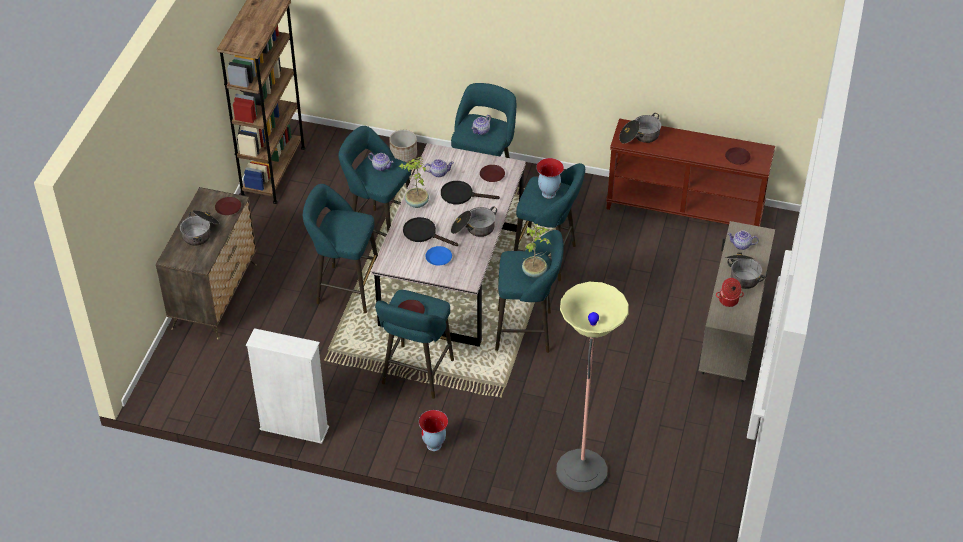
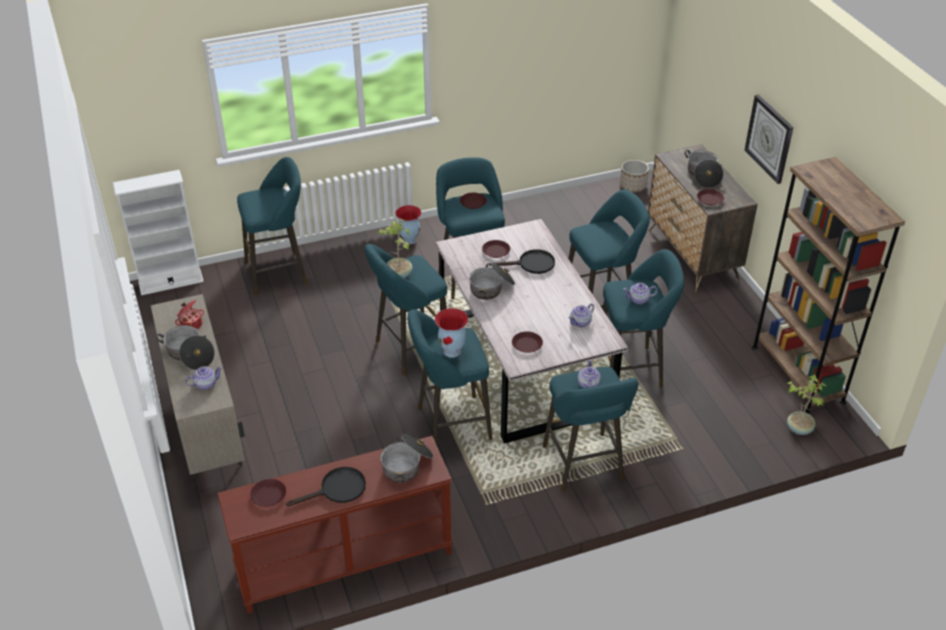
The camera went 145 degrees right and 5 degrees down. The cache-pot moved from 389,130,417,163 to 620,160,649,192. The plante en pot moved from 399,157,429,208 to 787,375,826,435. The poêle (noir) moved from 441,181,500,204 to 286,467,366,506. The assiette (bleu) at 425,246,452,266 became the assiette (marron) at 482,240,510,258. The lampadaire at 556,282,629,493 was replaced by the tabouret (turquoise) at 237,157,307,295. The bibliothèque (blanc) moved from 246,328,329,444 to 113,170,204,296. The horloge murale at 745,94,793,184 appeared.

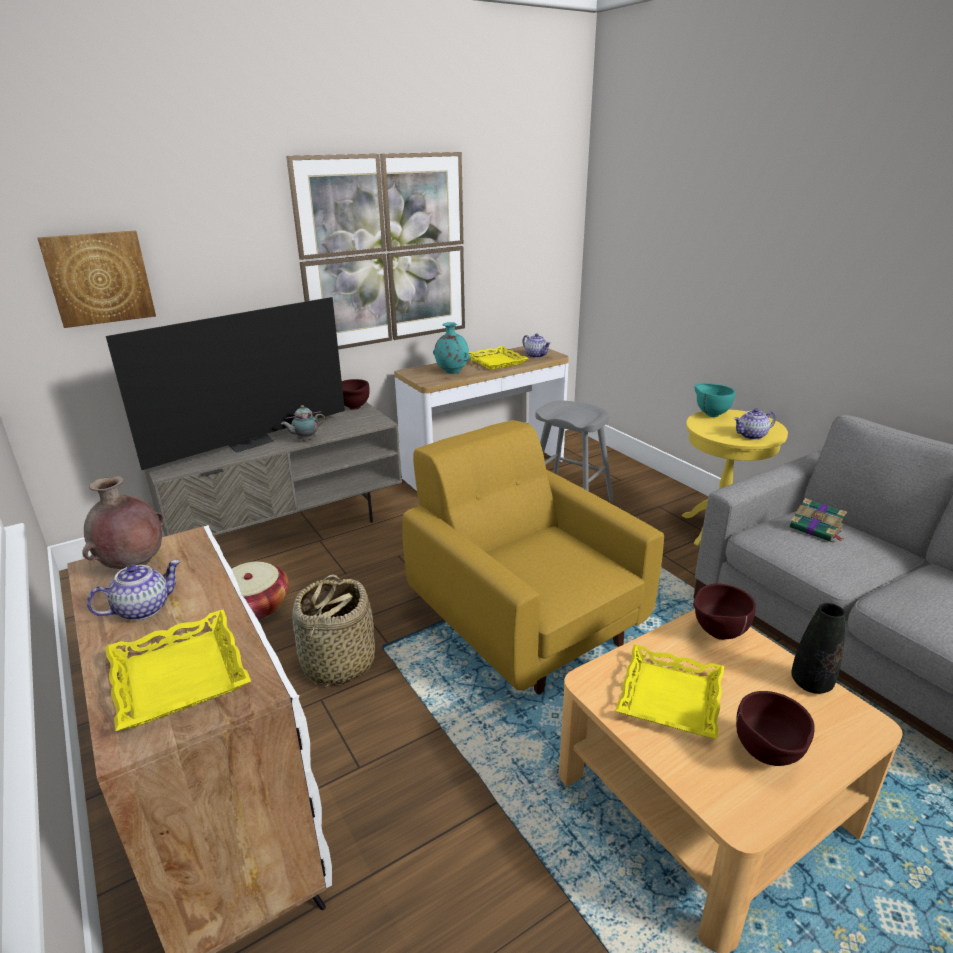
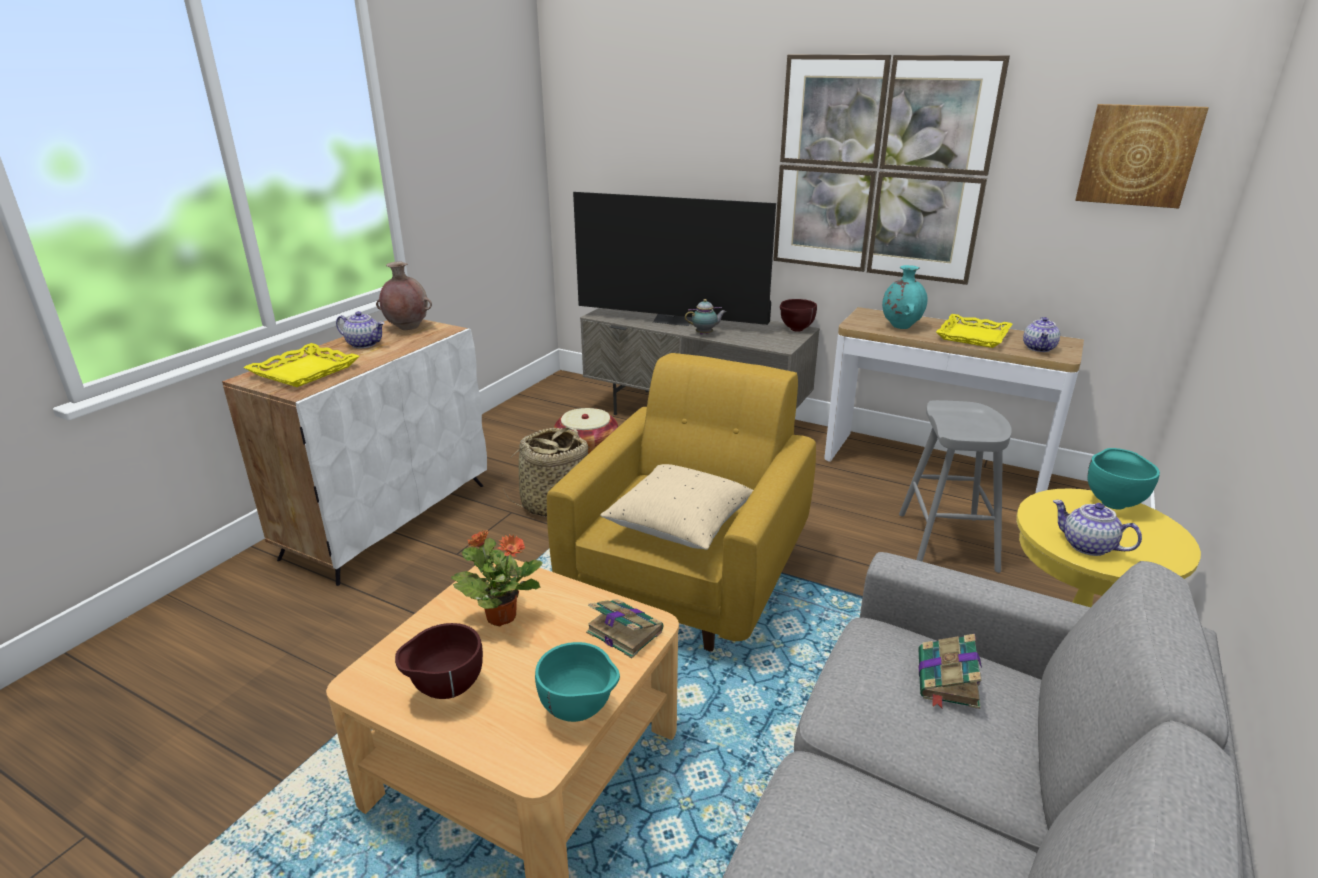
The camera went 60 degrees right and 0 degrees up. The tableau moved from 37,231,156,328 to 1075,104,1209,208. The théière at 281,405,325,441 turned 135 degrees clockwise. The bol (marron) at 693,584,756,640 was replaced by the livre at 586,599,663,658. The vase (noir) at 791,603,845,694 was replaced by the bol (turquoise) at 535,642,620,722. The plateau (jaune) at 615,645,724,739 was replaced by the plante en pot at 451,530,543,626. The coussin (beige) at 600,464,753,550 appeared.

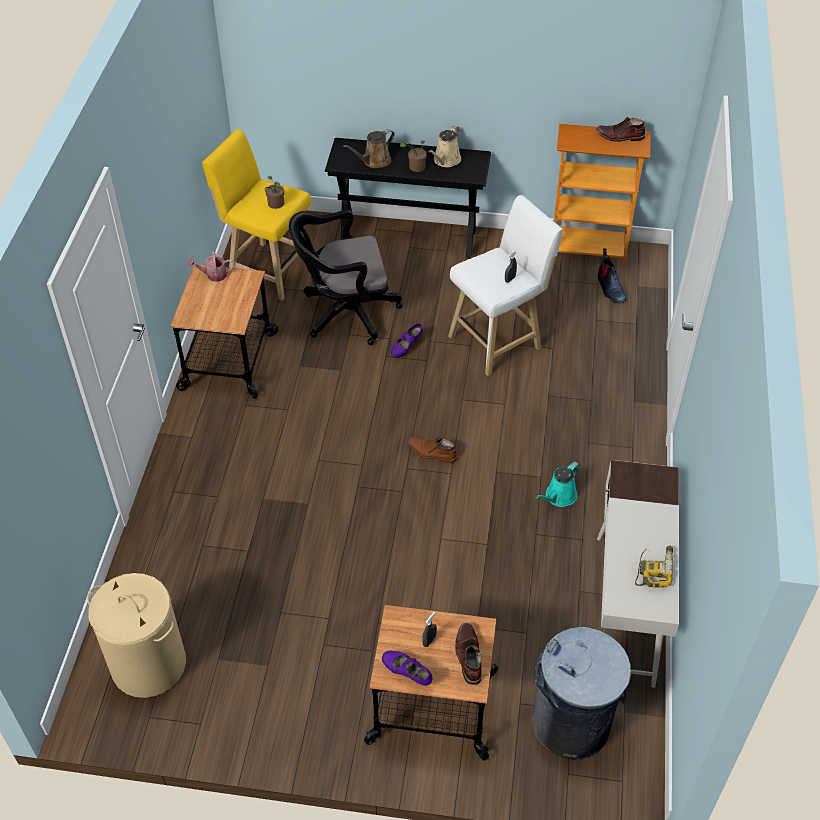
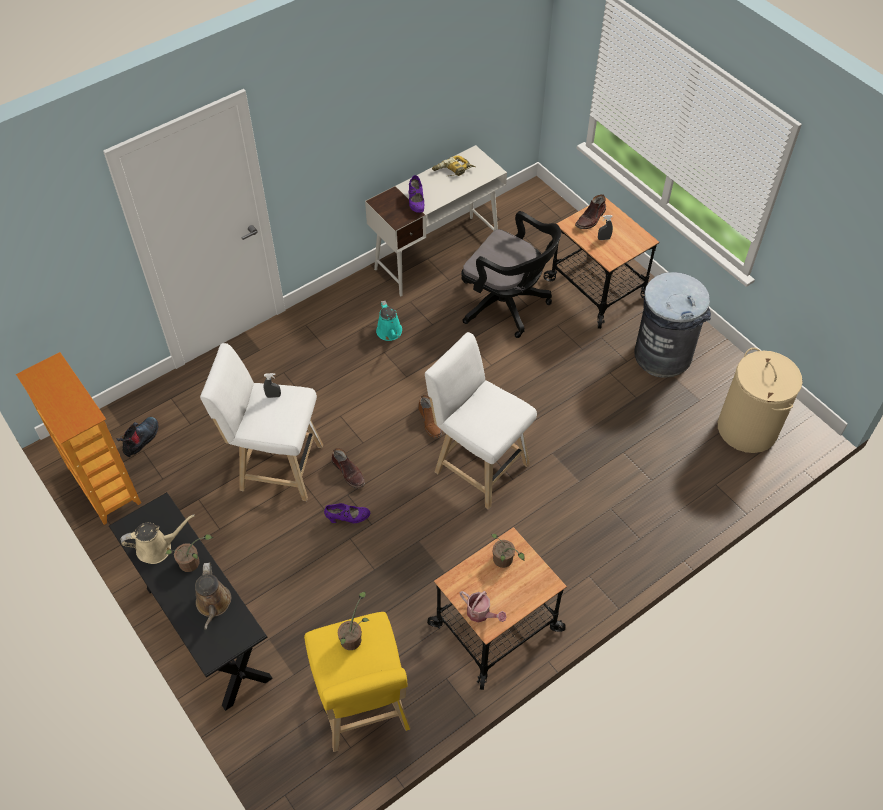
The camera went 135 degrees left and 5 degrees up. The botte (marron) moved from 596,117,645,142 to 332,448,365,489. The arrosoir (marron) at 343,129,395,168 turned 75 degrees clockwise. The chaise de bureau (noir) moved from 289,210,403,345 to 461,211,561,338. The arrosoir (turquoise) at 536,462,580,507 turned 75 degrees clockwise. The poubelle (gris) moved from 532,627,631,760 to 634,272,711,378. The chaussure (violet) moved from 382,651,432,686 to 408,175,425,213. The tabouret (blanc) at 425,332,537,510 appeared. The plante en pot at 491,534,525,568 appeared.

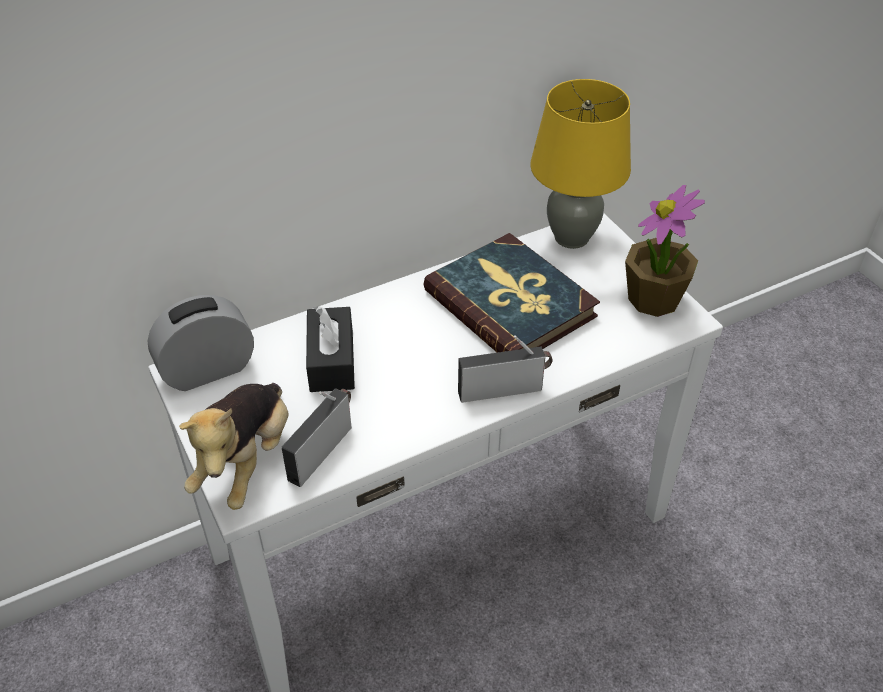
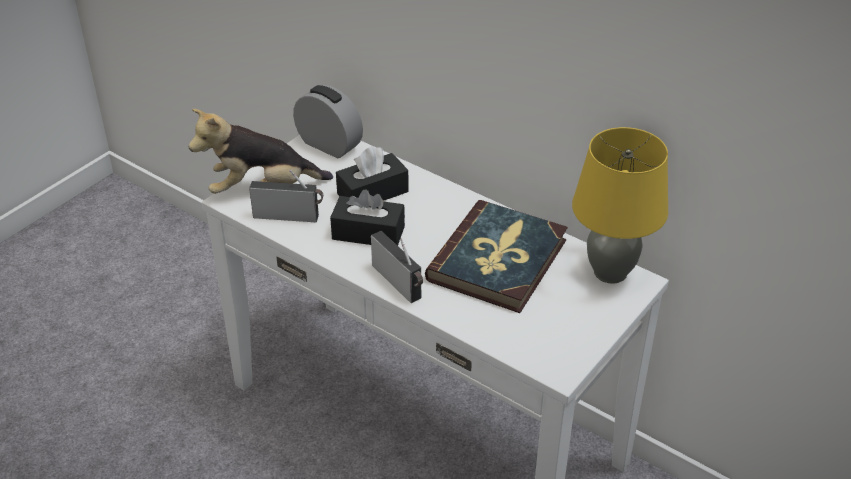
The camera went 65 degrees right and 5 degrees down. The plante en pot at 625,185,705,317 disappeared. The boîte à mouchoirs (noir) at 330,189,405,246 appeared.

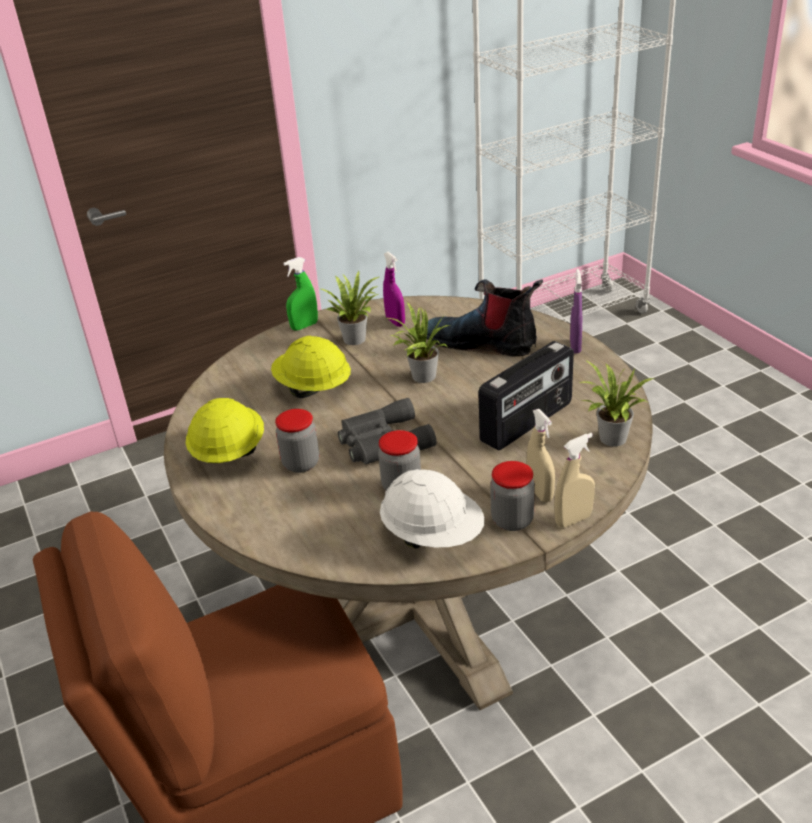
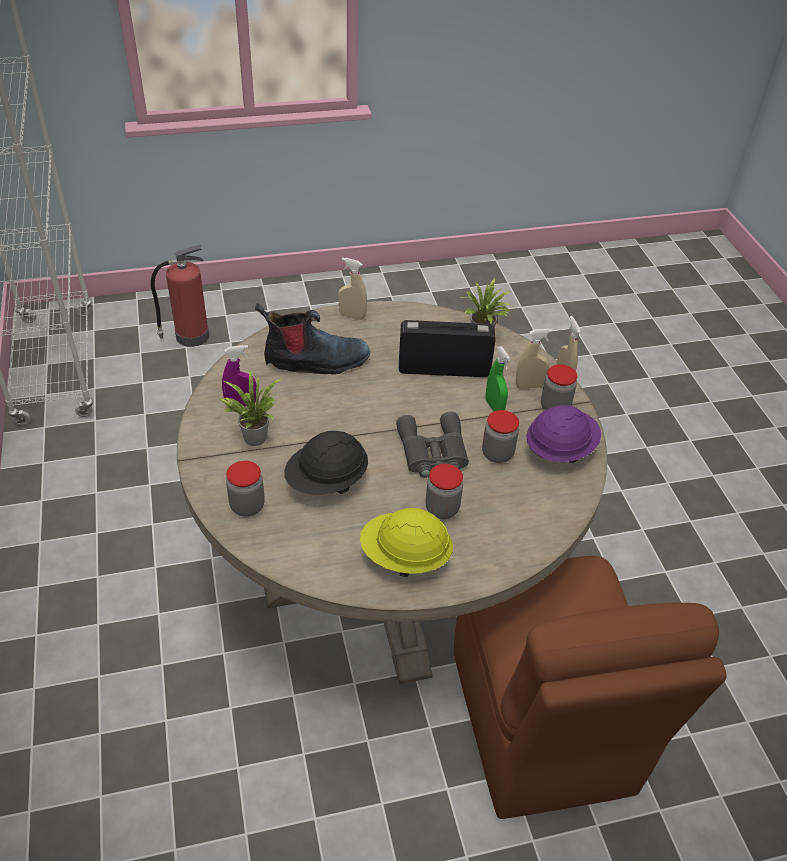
The camera went 80 degrees left and 10 degrees up. The vaporisateur (vert) moved from 283,257,318,331 to 486,346,511,412. The vaporisateur (violet) at 570,269,582,353 became the vaporisateur (beige) at 338,257,367,320. The botte at 427,279,543,356 turned 135 degrees counterclockwise. The plante en pot at 388,302,450,383 disappeared. The casque de chantier (jaune) at 271,336,351,398 became the casque de chantier (noir) at 284,431,368,495. The radio at 478,341,574,450 turned 60 degrees counterclockwise. The casque de chantier (blanc) at 380,469,485,549 became the casque de chantier (violet) at 526,405,601,463. The extincteur at 151,245,209,347 appeared. The bocal at 226,461,265,517 appeared.

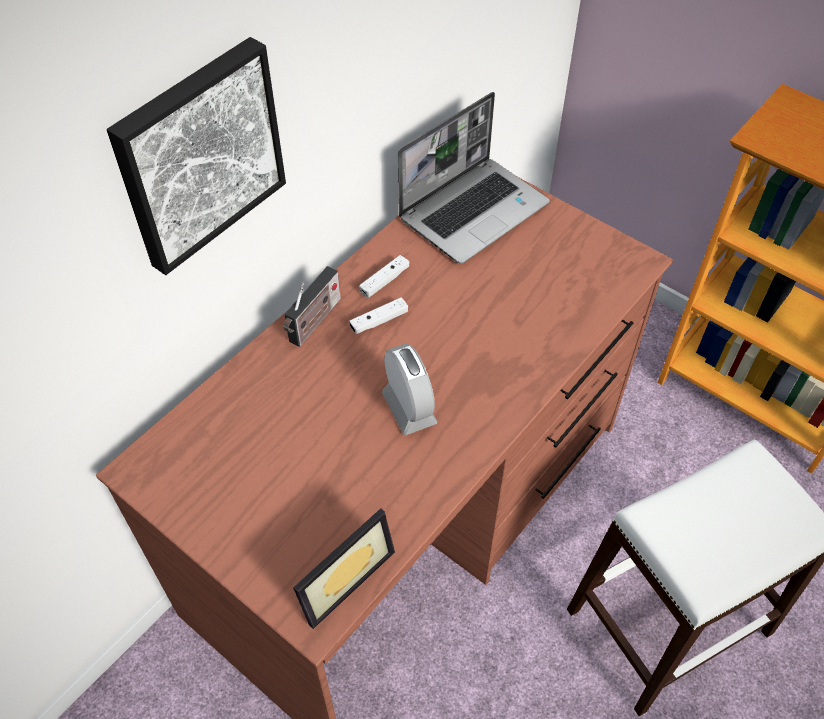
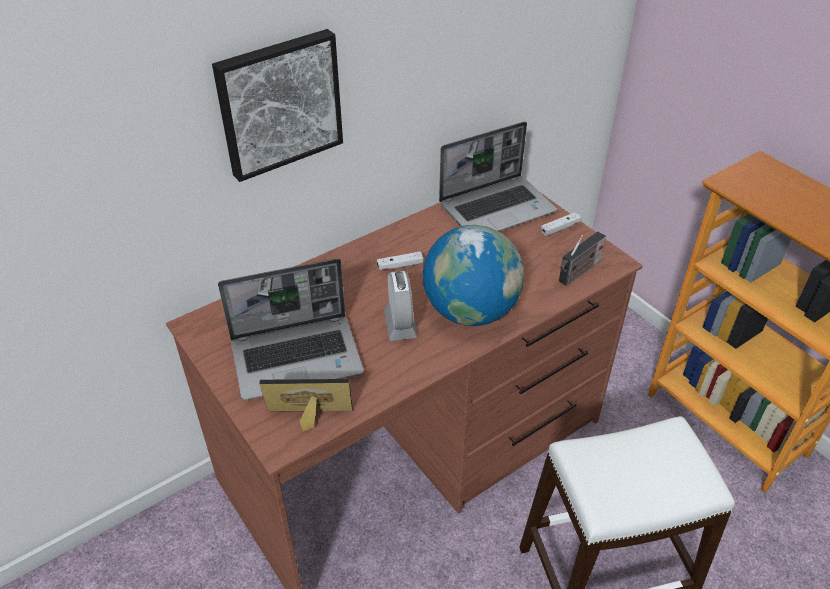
The camera went 15 degrees right and 10 degrees down. The manette (blanc) moved from 359,255,410,298 to 541,212,581,236. The radio moved from 283,266,341,347 to 559,231,606,286. The cadre photo at 293,508,395,629 turned 150 degrees counterclockwise. The globe at 423,225,524,326 appeared. The ordinateur portable at 218,259,364,400 appeared.

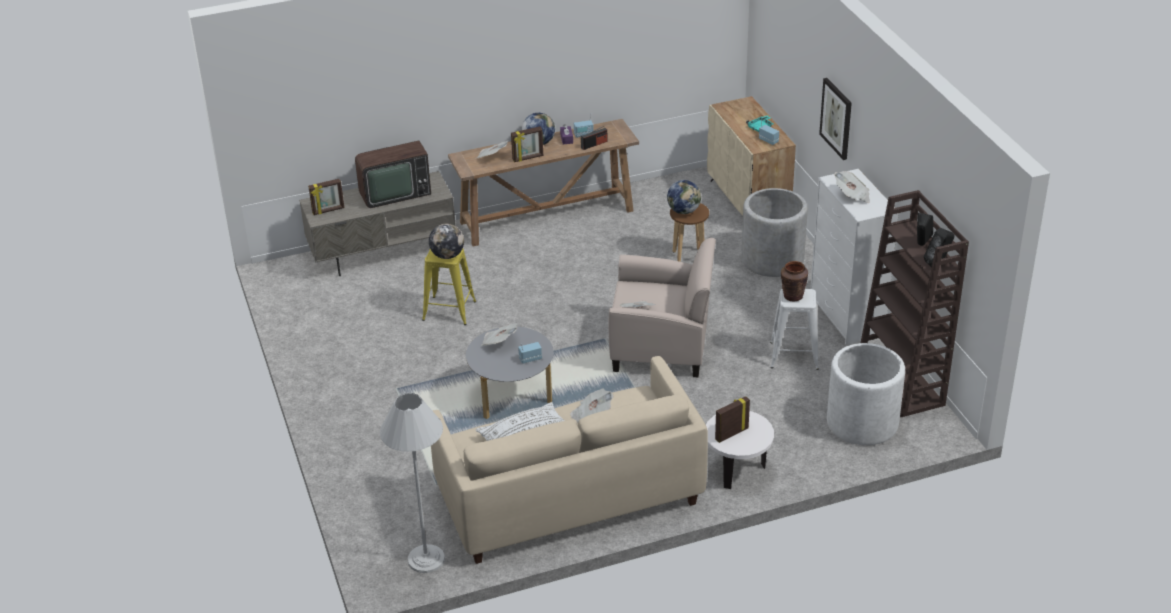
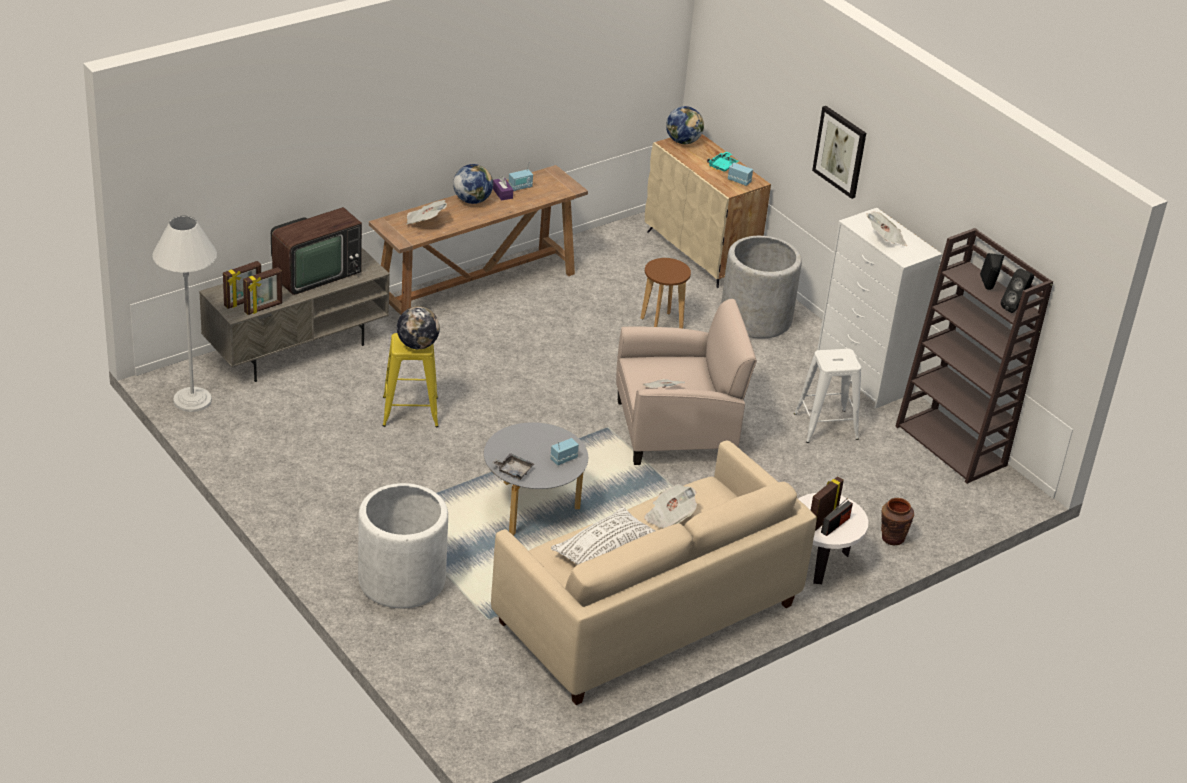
The camera went 20 degrees left and 0 degrees up. The radio moved from 581,126,608,150 to 821,498,853,536. The cadre photo moved from 511,127,543,162 to 243,267,282,315. The globe moved from 667,180,701,214 to 666,106,704,144. The vase (marron) moved from 781,261,808,301 to 881,498,914,545. The journal at 481,323,518,346 disappeared. The cache-pot (blanc) moved from 827,343,905,445 to 358,483,448,608. The lampadaire (blanc) moved from 380,393,445,573 to 152,216,217,412. The plateau (gris) at 491,453,534,480 appeared.

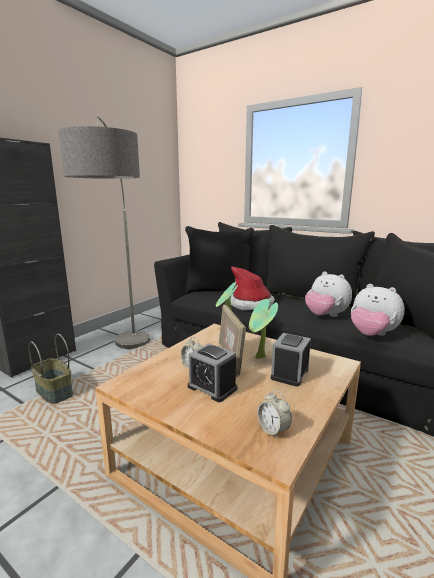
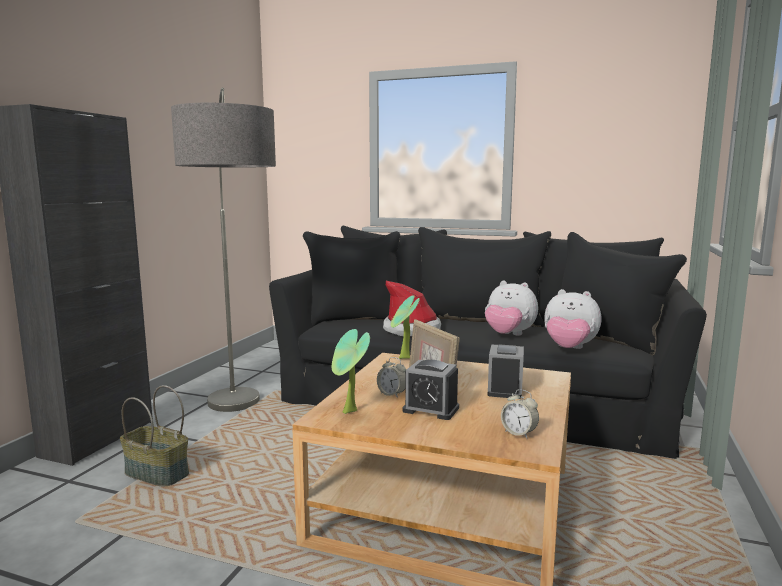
The camera went 15 degrees left and 5 degrees down. The plante en pot moved from 249,299,278,359 to 332,329,370,414.

